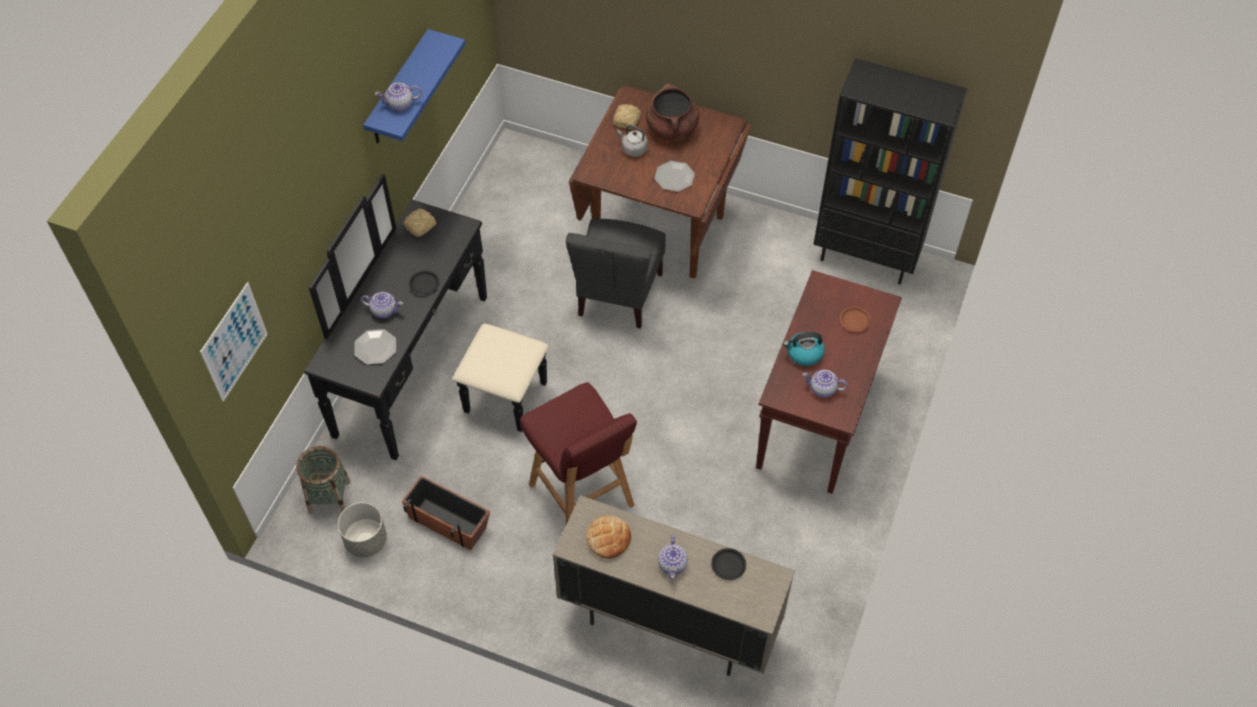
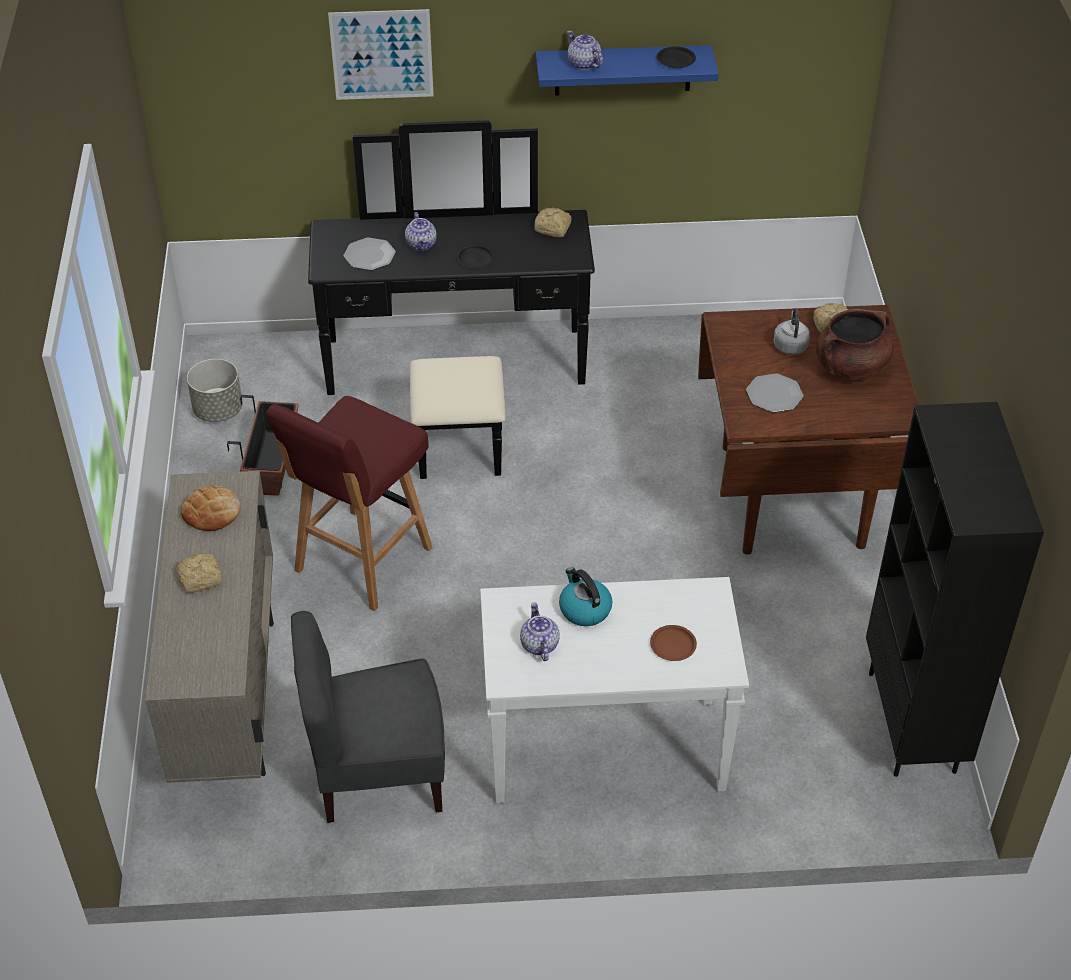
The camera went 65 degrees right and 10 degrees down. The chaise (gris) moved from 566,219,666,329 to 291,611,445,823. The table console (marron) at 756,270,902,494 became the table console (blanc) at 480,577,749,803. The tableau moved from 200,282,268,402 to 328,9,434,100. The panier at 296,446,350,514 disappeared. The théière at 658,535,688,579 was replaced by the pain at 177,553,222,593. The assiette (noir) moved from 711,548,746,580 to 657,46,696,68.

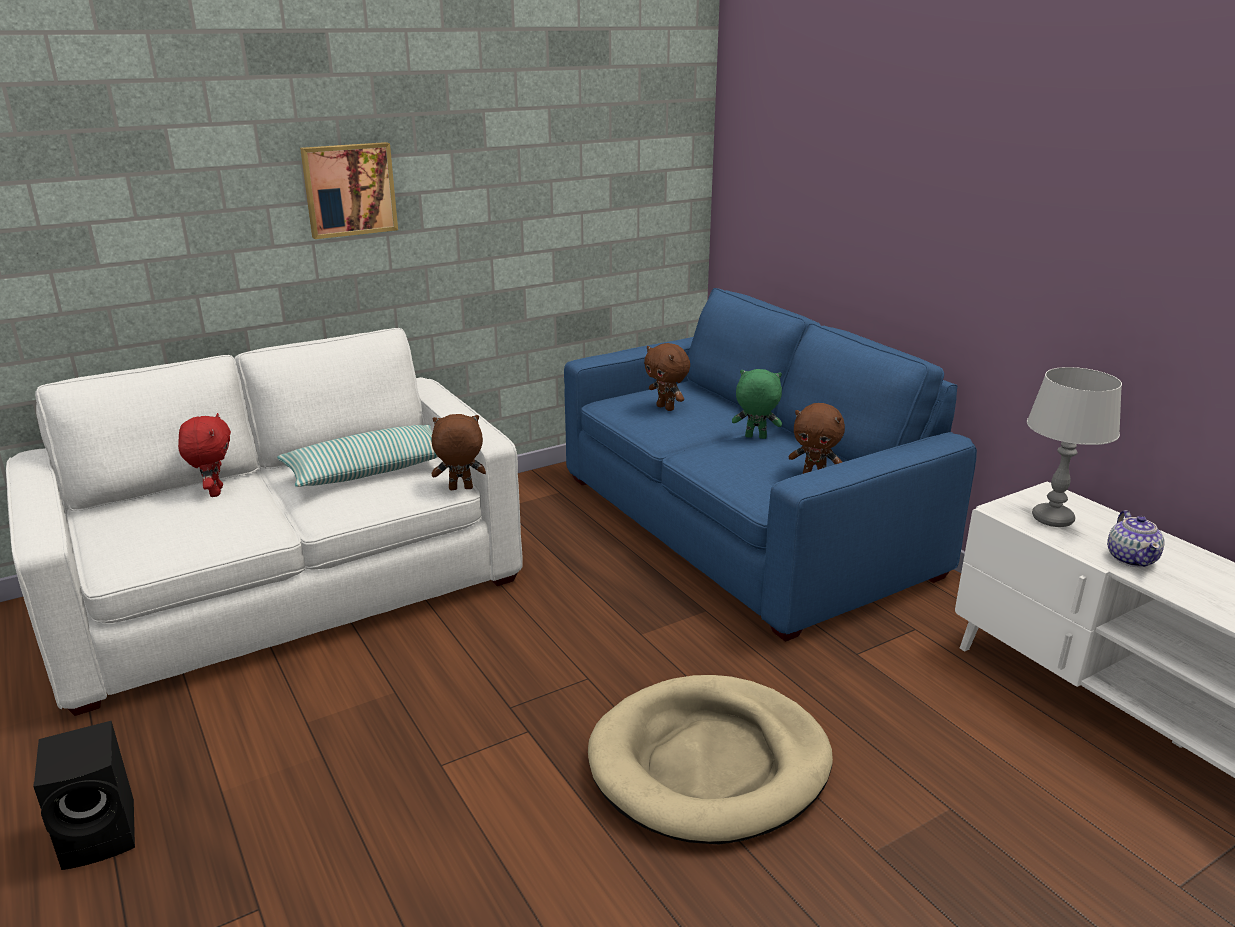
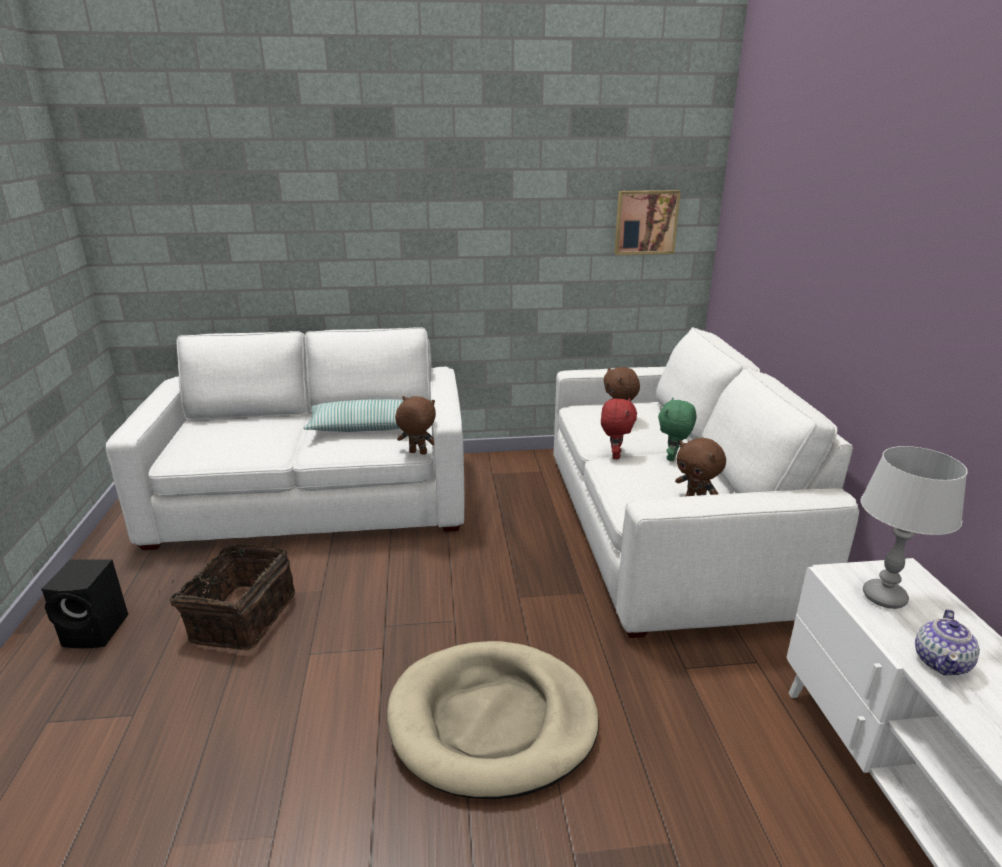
The camera went 25 degrees right and 0 degrees up. The tableau moved from 300,142,398,239 to 614,190,681,255. The canapé (bleu) at 564,288,977,642 became the canapé (blanc) at 553,327,859,638. The peluche (vert) at 732,369,782,439 turned 105 degrees counterclockwise. The peluche (rouge) moved from 178,413,231,497 to 601,398,637,459. The panier at 159,544,295,651 appeared.

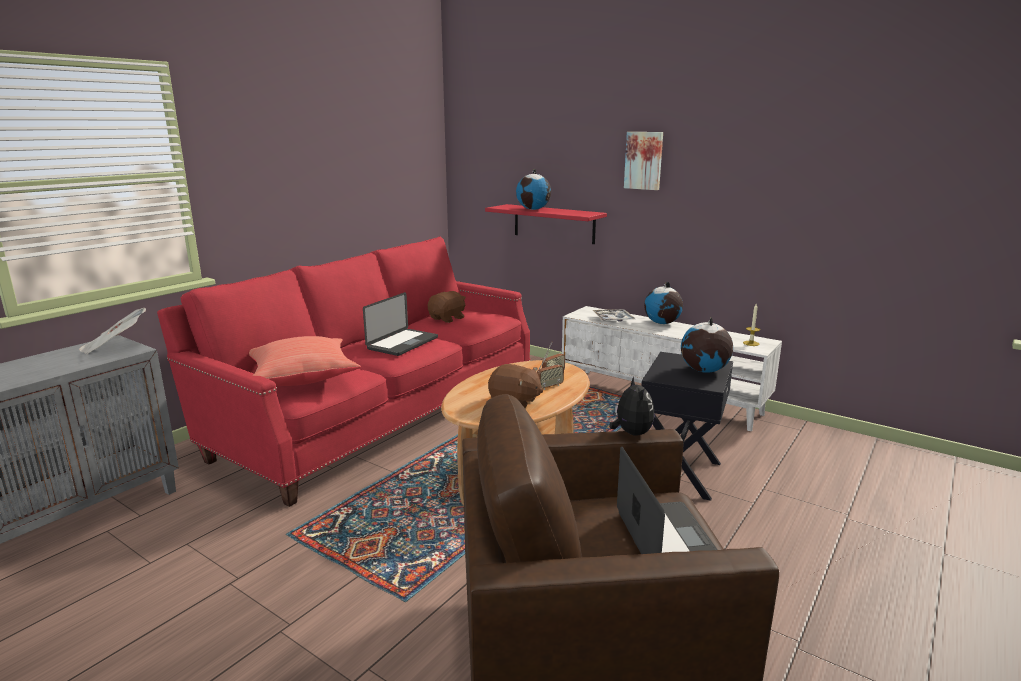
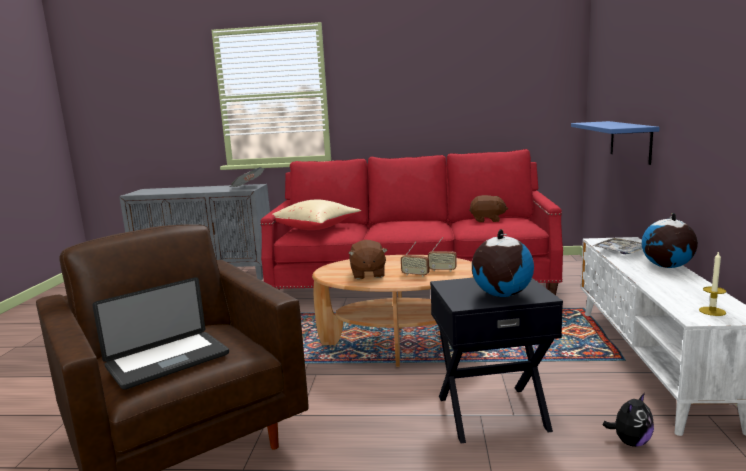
The camera went 60 degrees right and 5 degrees down. The tableau at 624,132,663,190 disappeared. The globe at 516,169,551,210 disappeared. The étagère (rouge) at 485,204,607,244 became the étagère (bleu) at 571,121,660,165. The ordinateur portable at 363,292,438,356 disappeared. The coussin (rouge) at 249,336,361,386 became the coussin (beige) at 273,199,361,230. The peluche moved from 609,377,655,436 to 603,393,654,447.

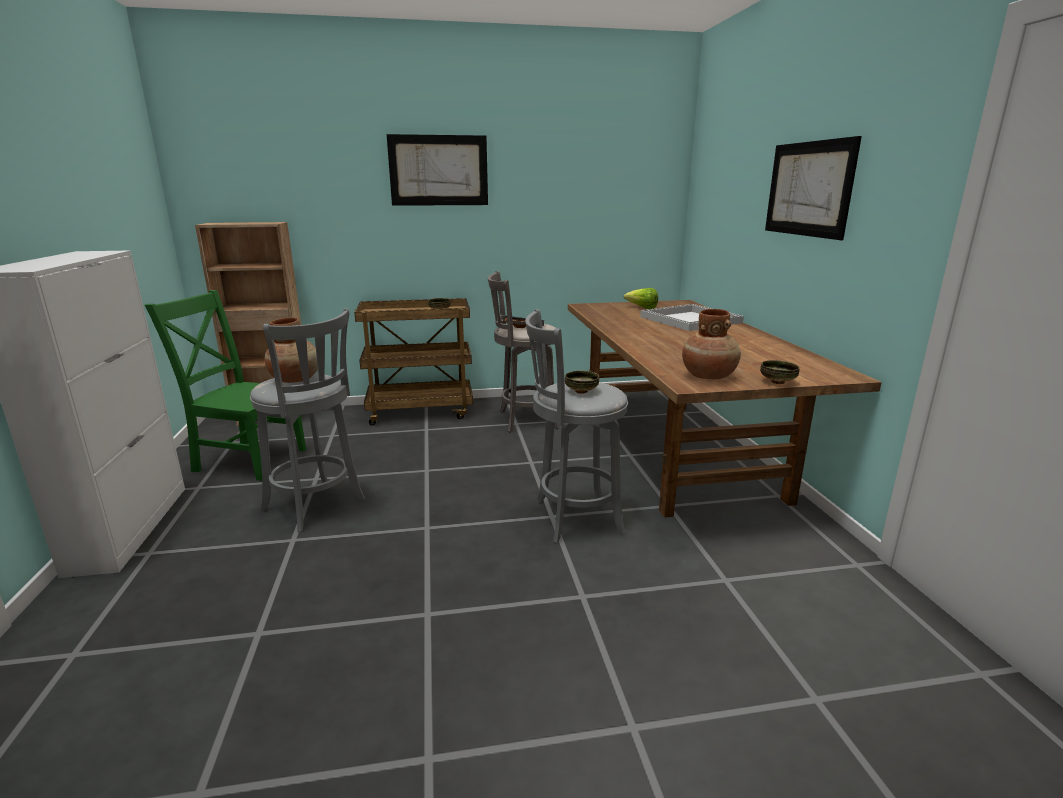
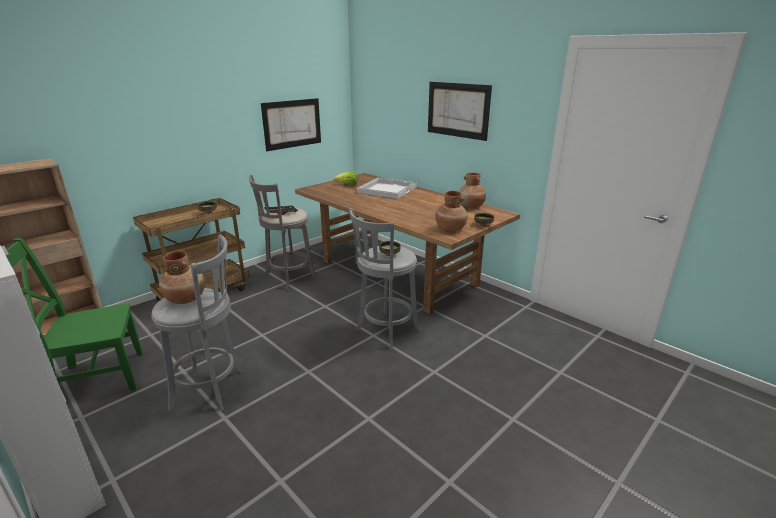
The camera went 35 degrees left and 5 degrees up. The tableau moved from 387,134,488,206 to 261,98,321,151. The vase (marron) at 458,172,486,208 appeared.

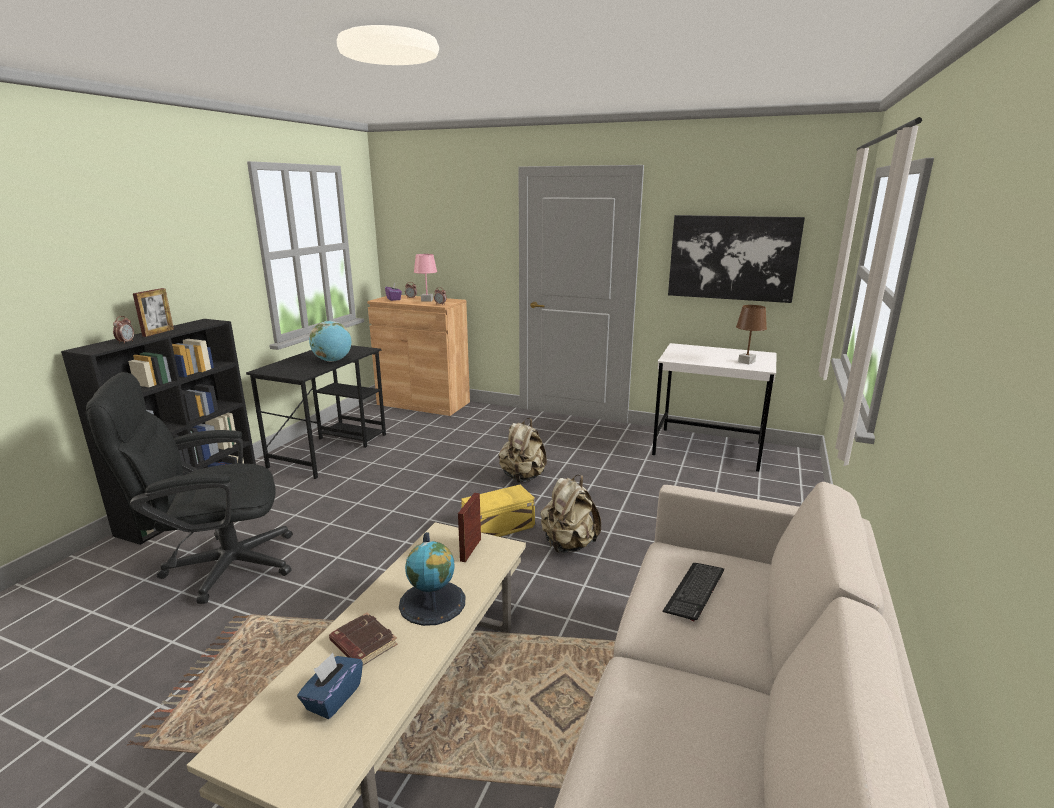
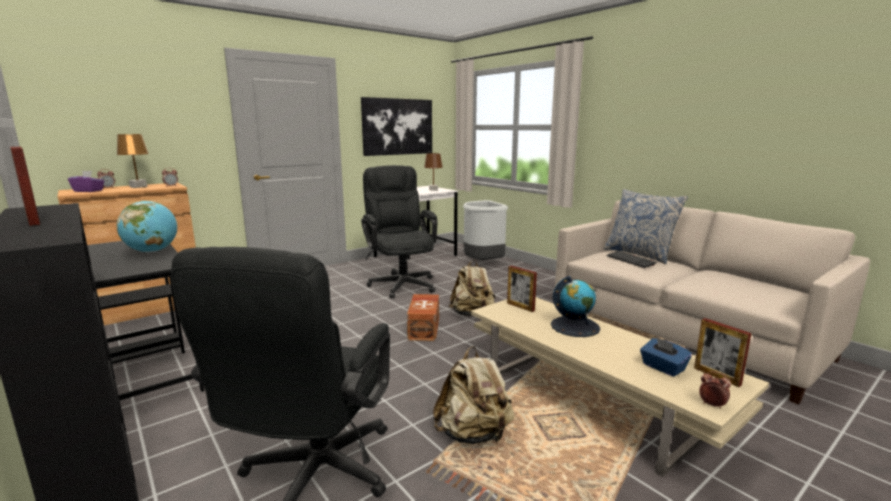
The camera went 60 degrees left and 5 degrees down. The lampe de table (rose) at 414,254,437,301 became the lampe de table (marron) at 117,134,149,188. The réveil moved from 113,316,134,344 to 699,371,731,409. The sac à dos (beige) moved from 499,418,547,483 to 433,346,515,444. The boîte de rangement (jaune) at 461,485,535,537 became the boîte de rangement (marron) at 407,294,439,341. The livre (marron) at 329,612,397,666 disappeared. The chaise de bureau (noir) at 361,165,438,299 appeared. The coussin at 604,189,688,264 appeared. The poubelle (gris) at 463,200,508,260 appeared. The cadre photo at 694,318,752,387 appeared.

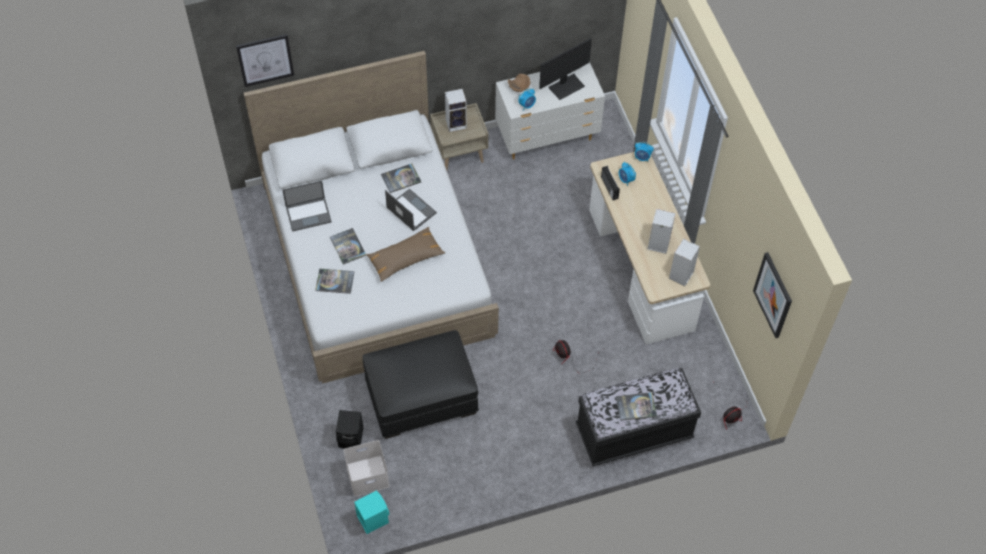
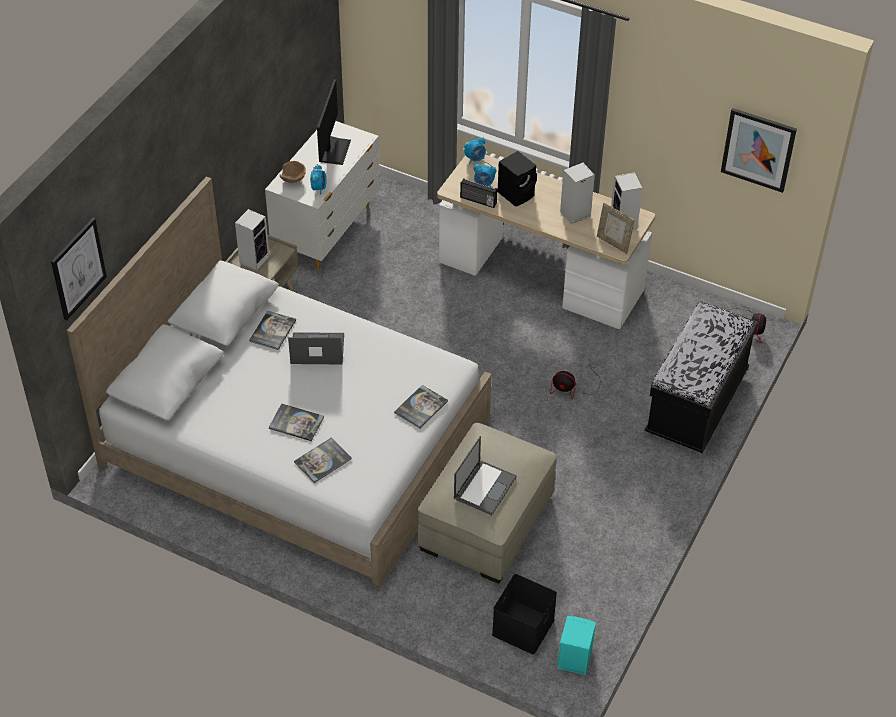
The camera went 45 degrees left and 10 degrees down. The ordinateur portable moved from 282,181,332,232 to 454,436,517,515. The coussin (marron) at 367,227,445,282 disappeared. The pouf (noir) at 363,330,479,439 became the pouf (beige) at 417,423,557,584. The livre moved from 616,392,657,421 to 394,385,448,428. The enceinte (noir) moved from 336,410,363,449 to 498,151,537,207. The boîte de rangement (blanc) at 343,440,390,496 became the boîte de rangement (noir) at 492,574,557,654. The cadre photo at 597,203,635,254 appeared.

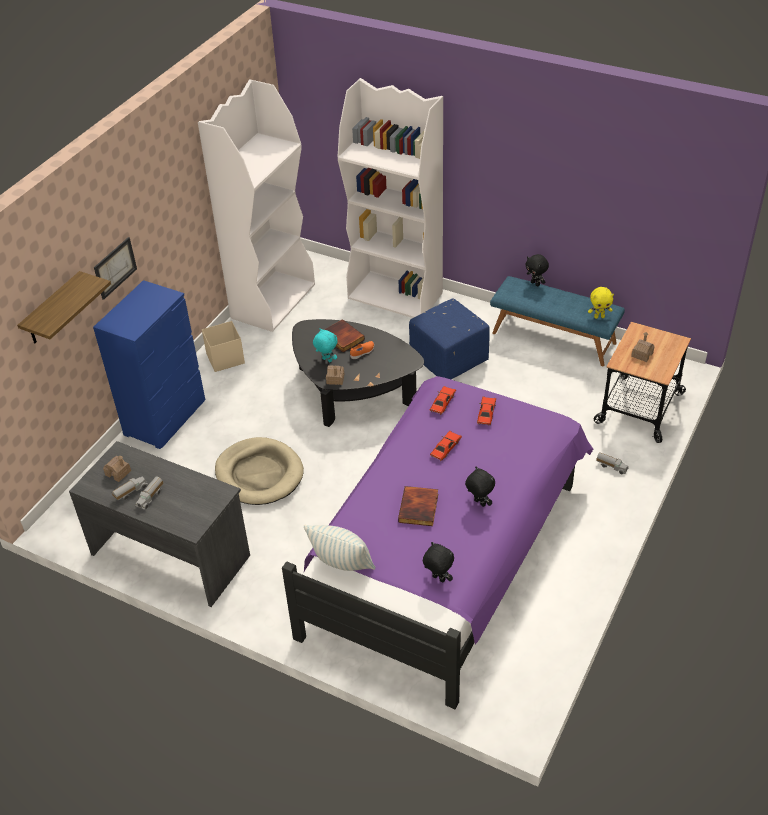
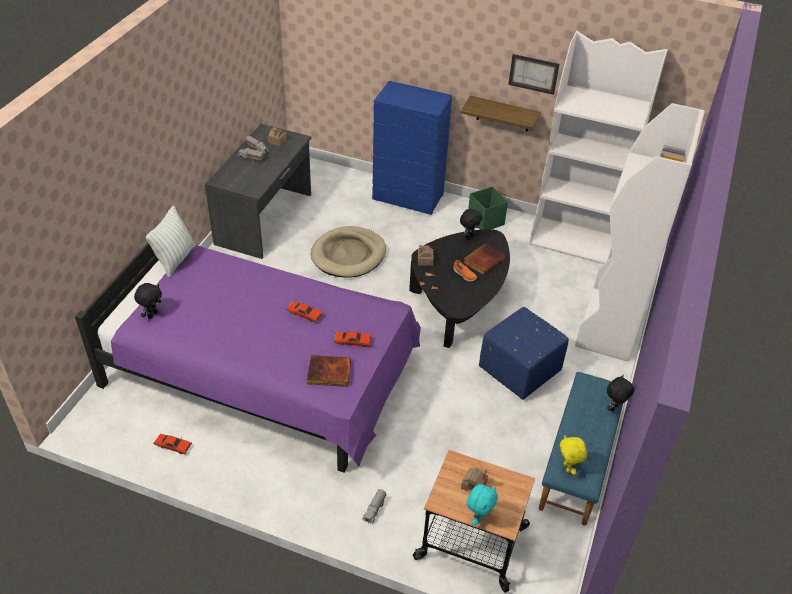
The camera went 80 degrees right and 0 degrees up. The tableau moved from 94,237,137,300 to 508,54,559,95. The étagère moved from 17,271,111,343 to 461,96,541,132. The boîte de rangement (beige) at 202,321,245,372 became the boîte de rangement (vert) at 468,186,508,230. The peluche (turquoise) moved from 313,328,338,363 to 467,484,498,525. The petite voiture (rouge) moved from 429,386,456,415 to 154,434,192,454. The peluche (noir) moved from 465,467,495,507 to 460,209,482,240. The livre moved from 398,486,438,526 to 307,355,351,387.

